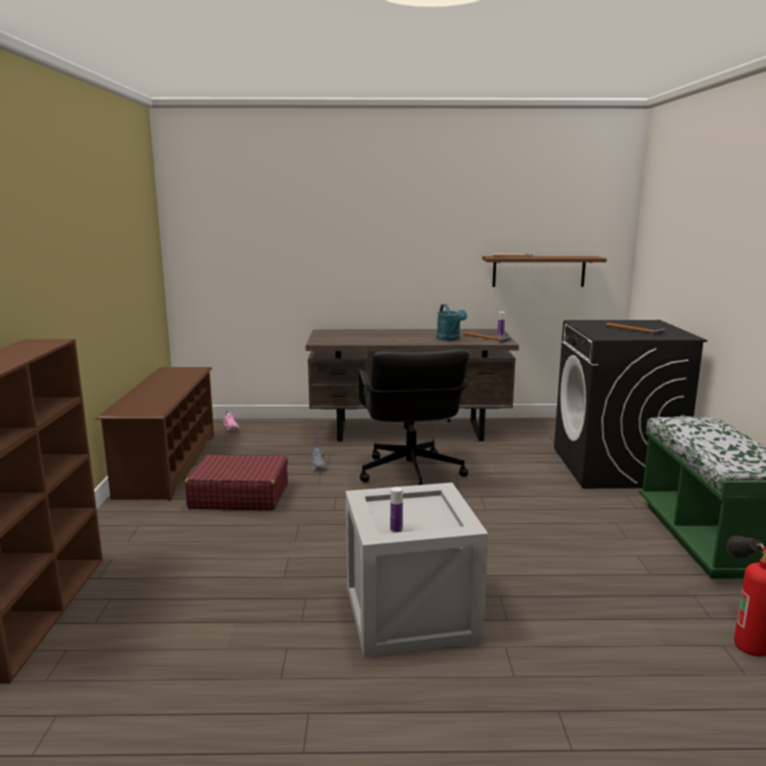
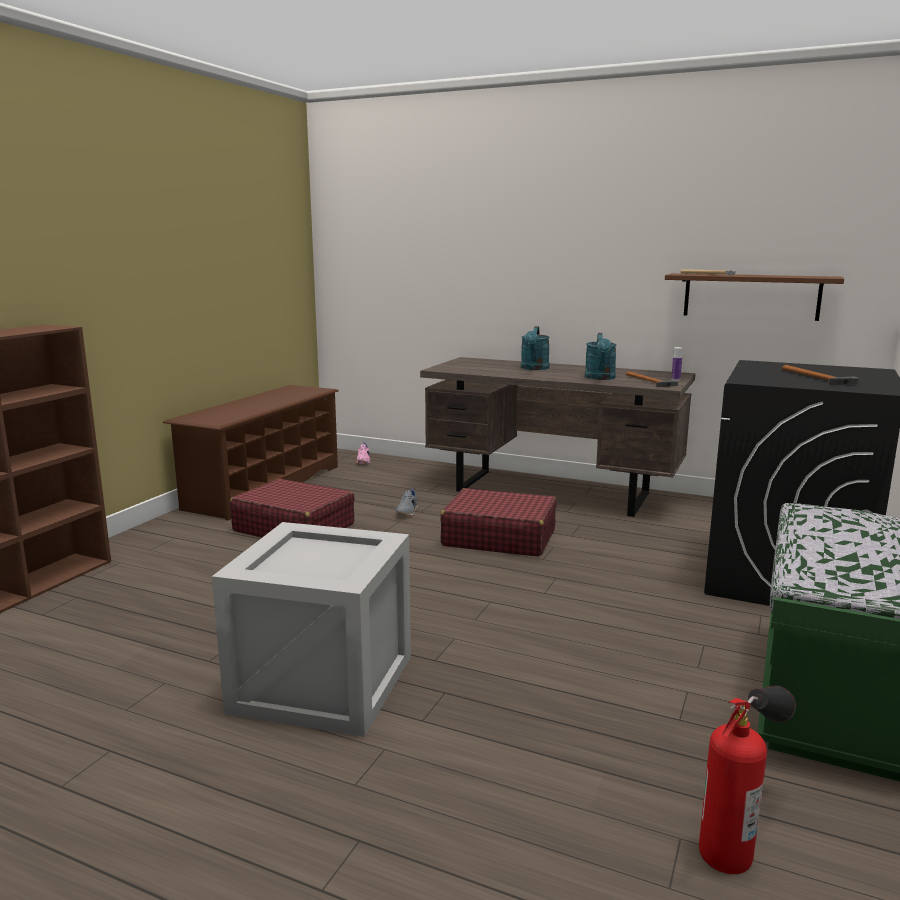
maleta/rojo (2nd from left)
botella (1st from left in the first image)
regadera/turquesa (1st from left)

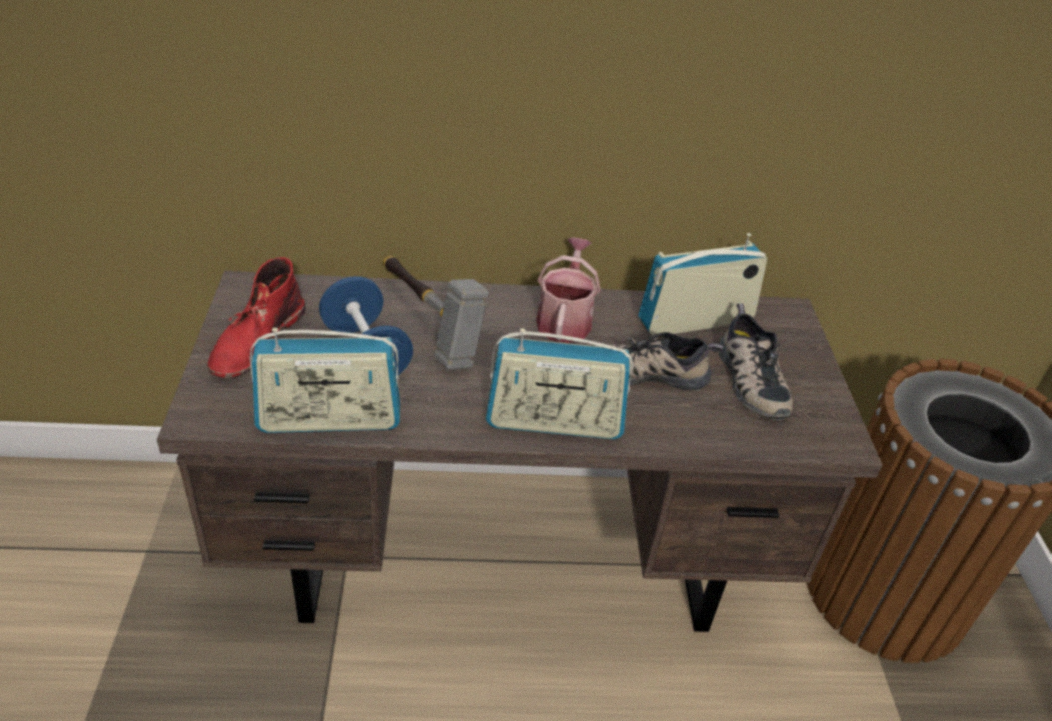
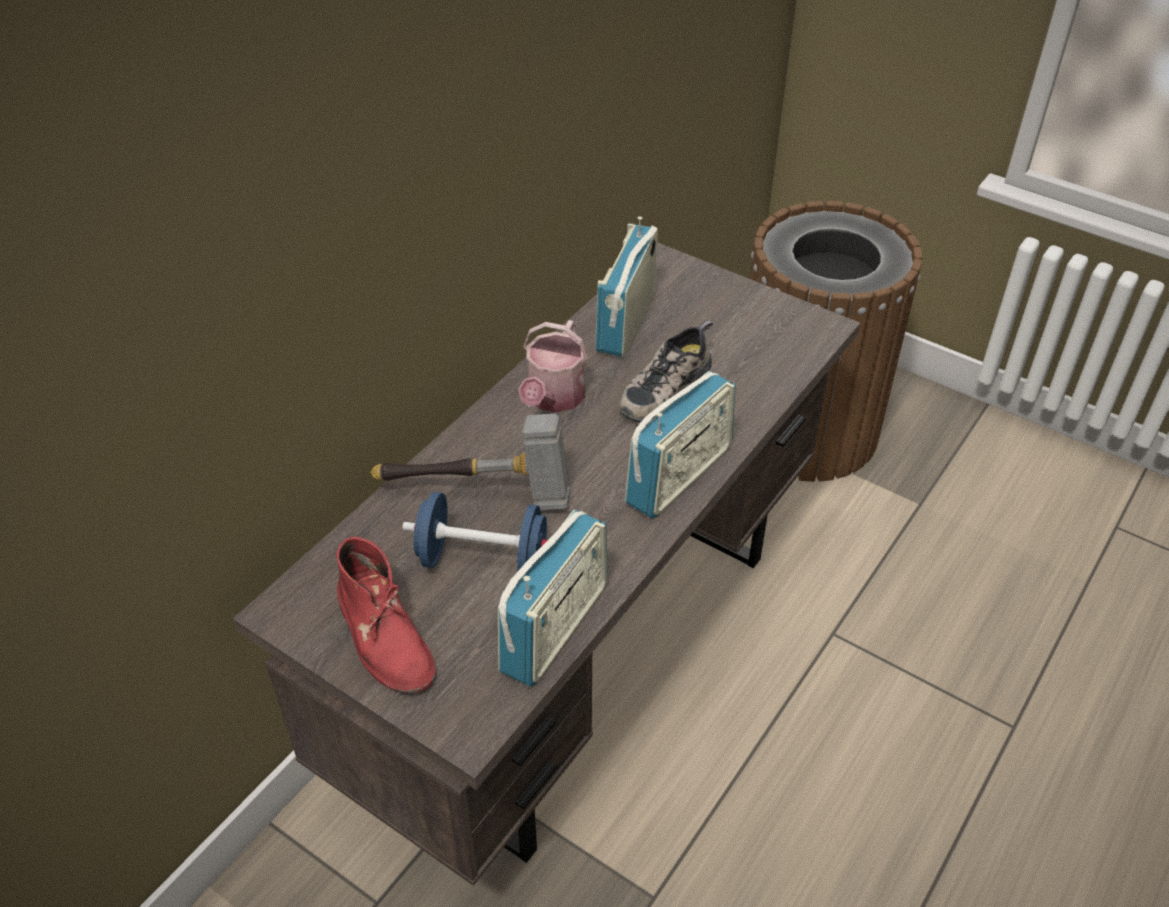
regadera
zapato (2nd from left in the first image)

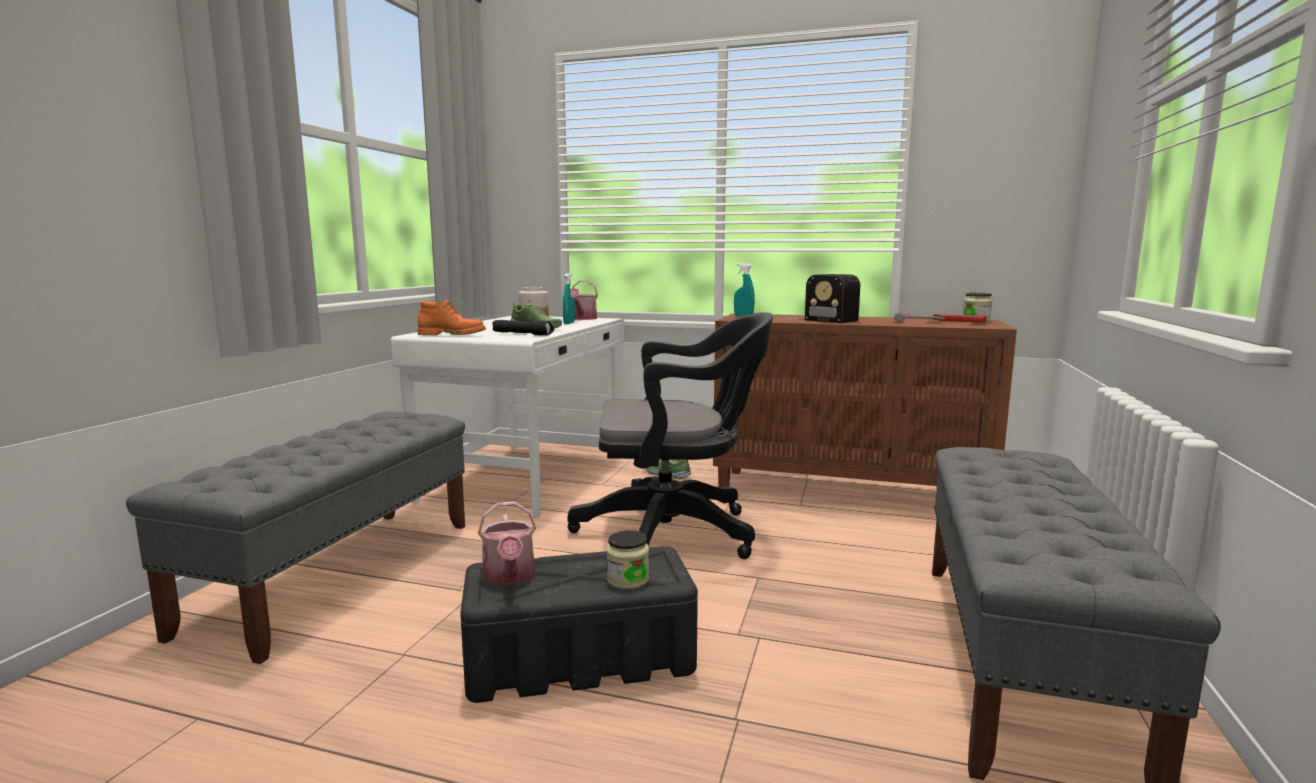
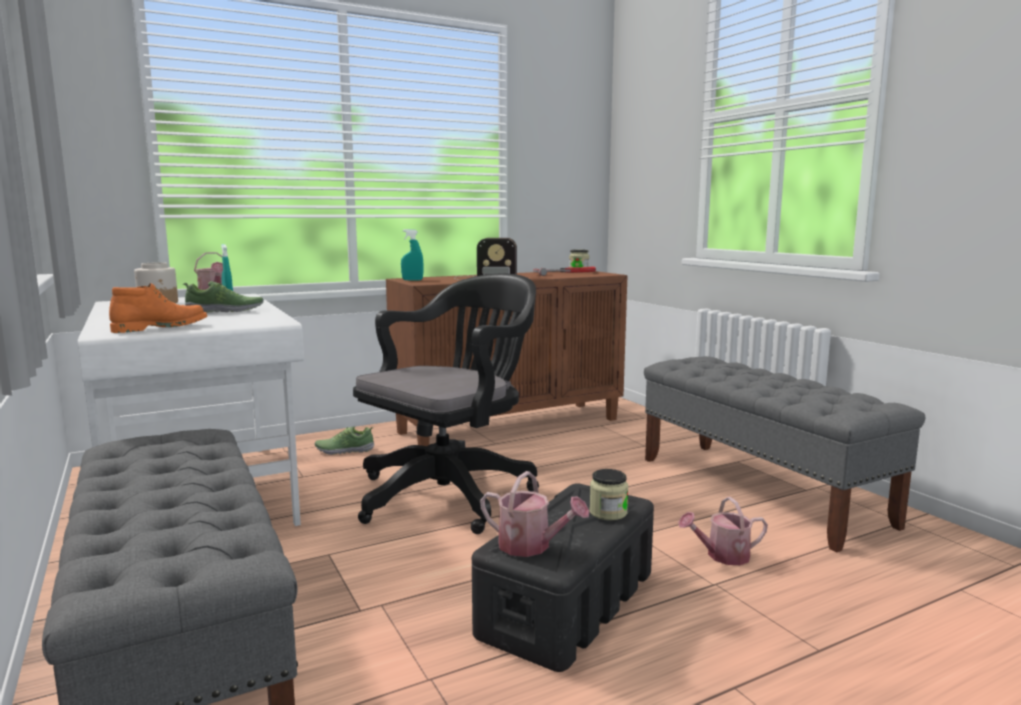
linterna/negro
regadera (3rd from left)

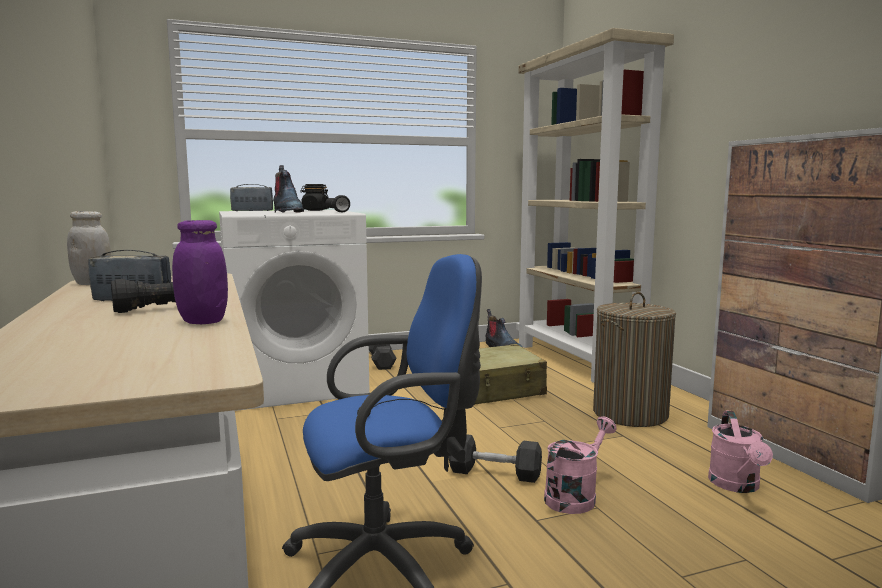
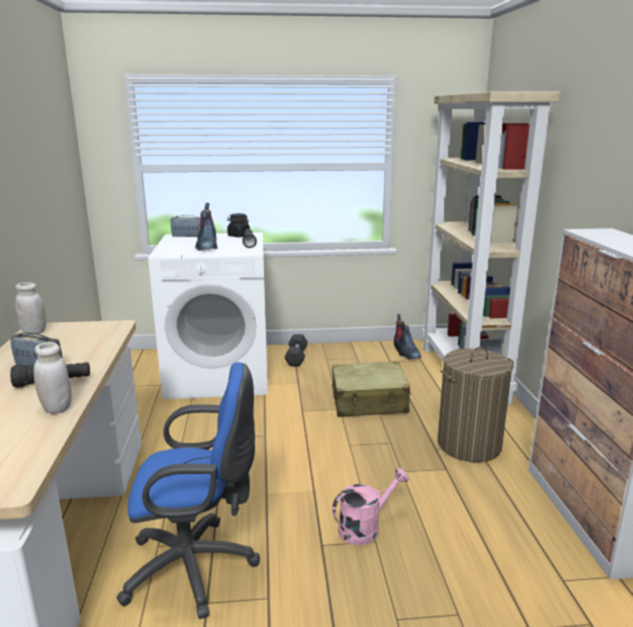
tarro/blanco (2nd from left)
regadera/rosa (2nd from left in the first image)
mancuerna/gris (2nd from left in the first image)

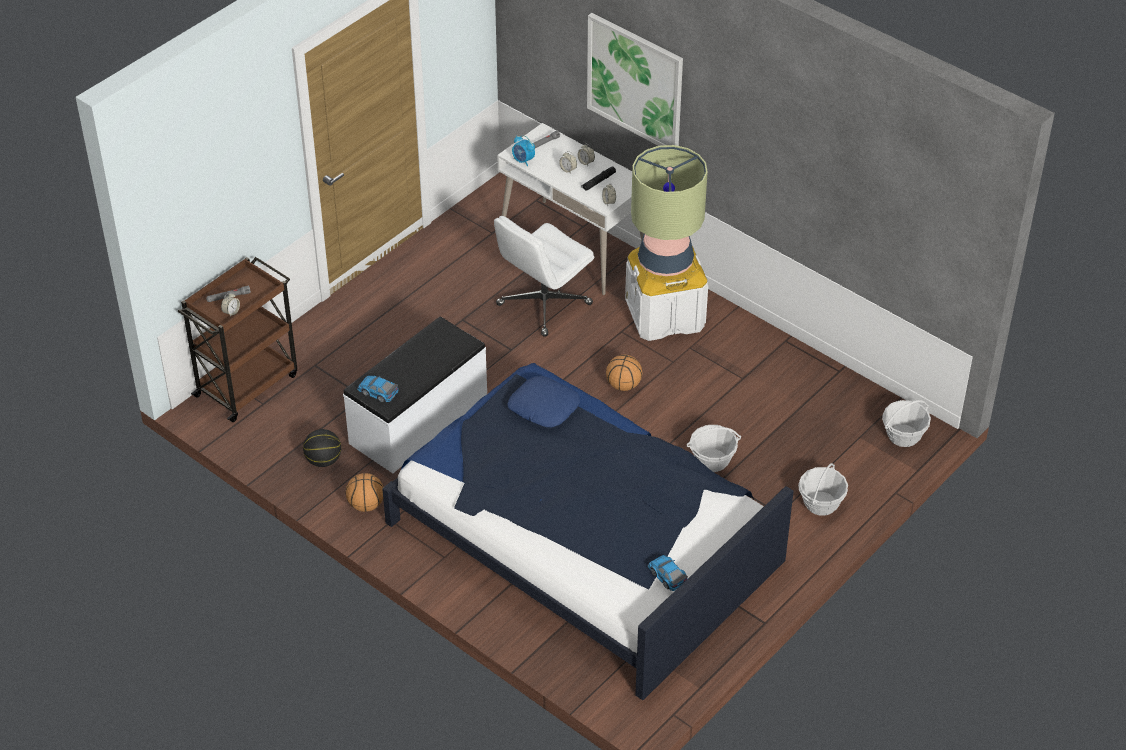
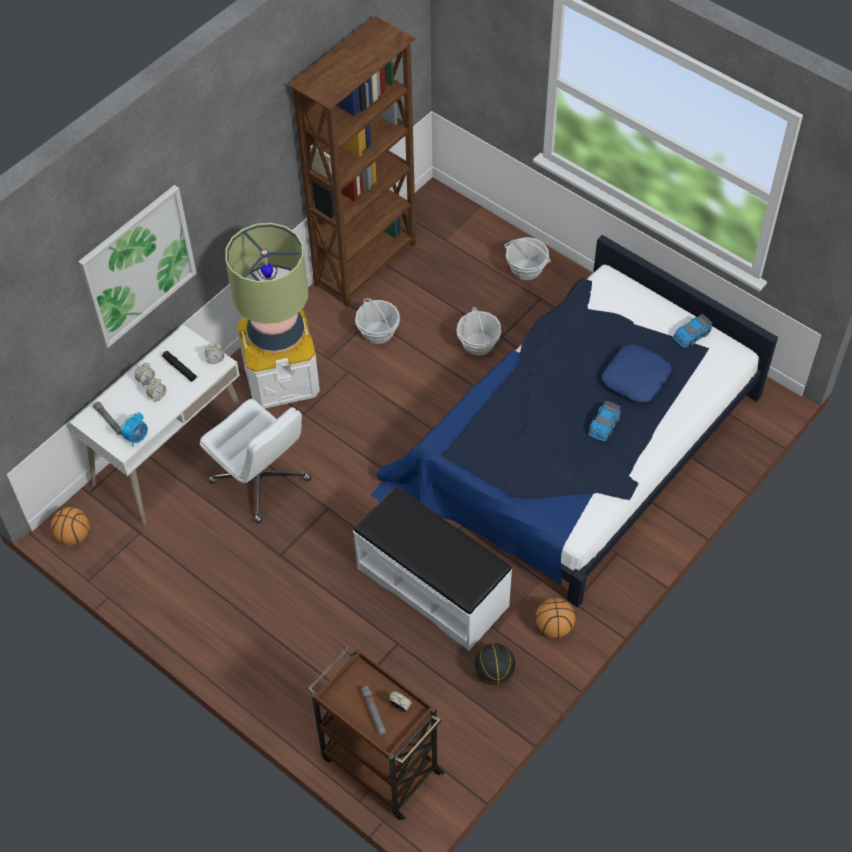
balón de baloncesto (1st from left)
coche de juguete (1st from left)
cojín/azul
cesta (1st from left)
estantería/marrón

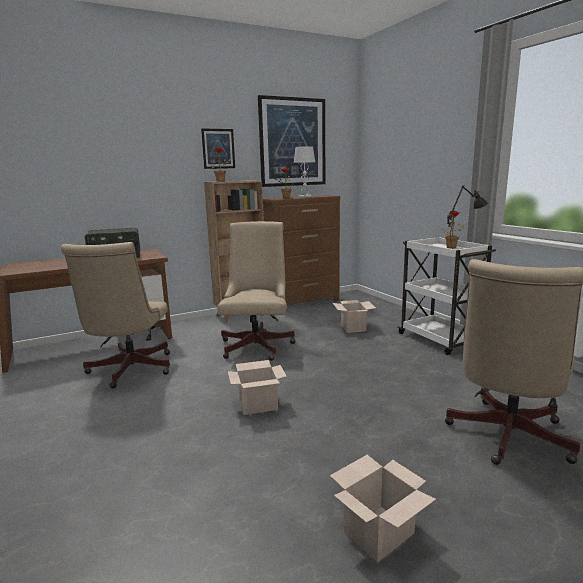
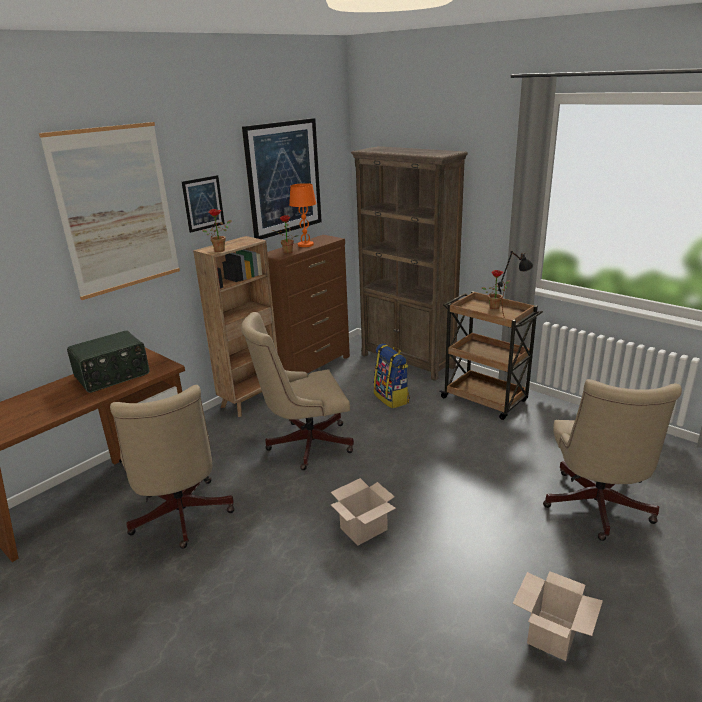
lámpara de mesa/naranja
silla de oficina/beis (2nd from left)
carrito/marrón
mochila
cuadro (1st from left)
estantería/marrón (2nd from left)

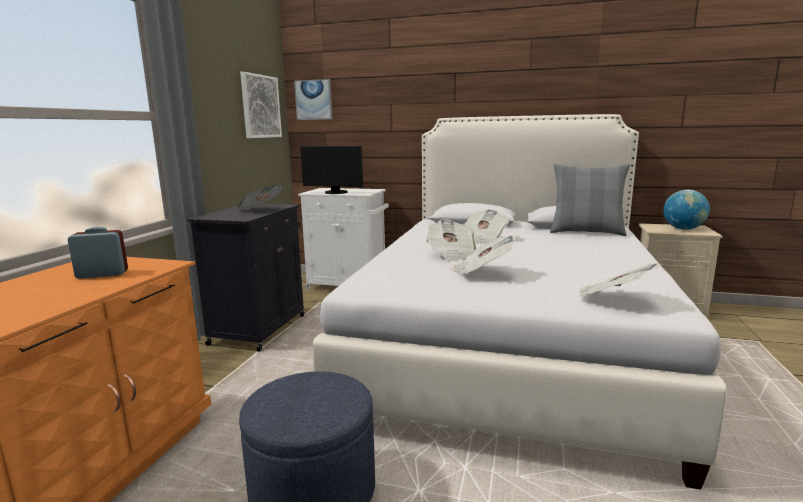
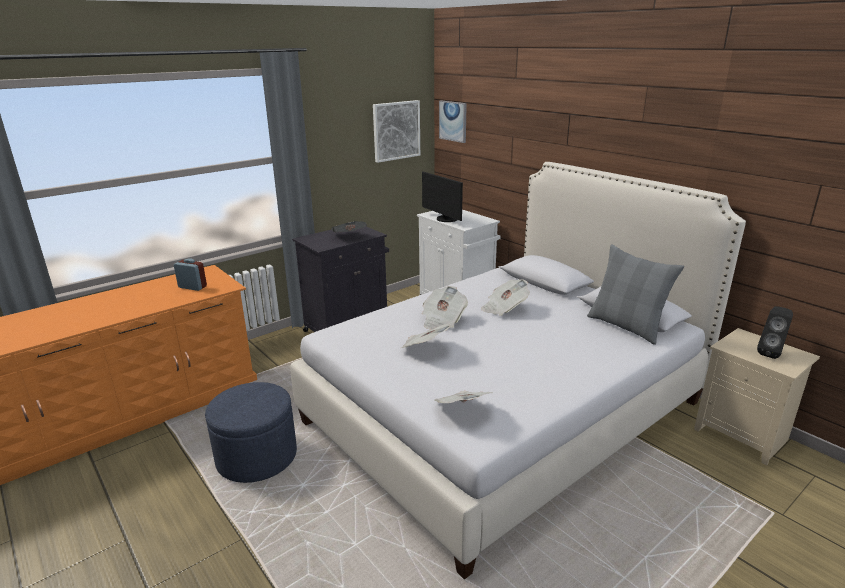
altavoz/negro

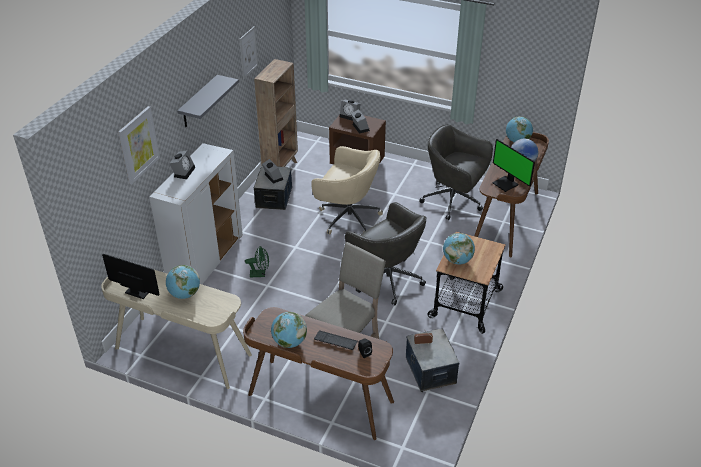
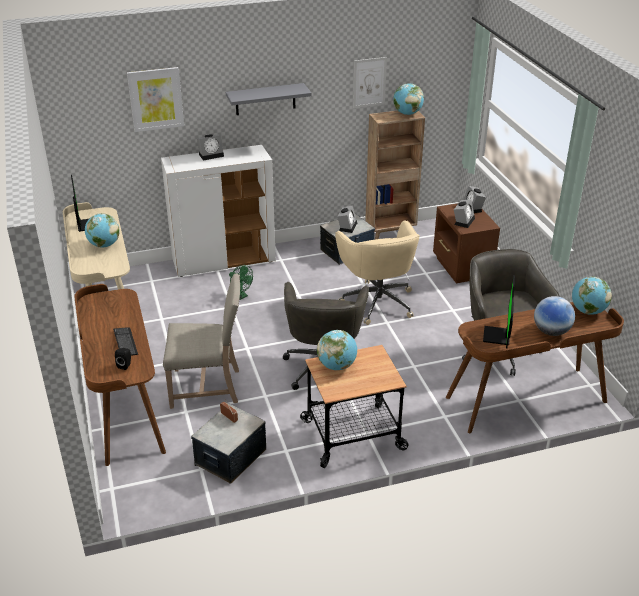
globo terráqueo (3rd from left)

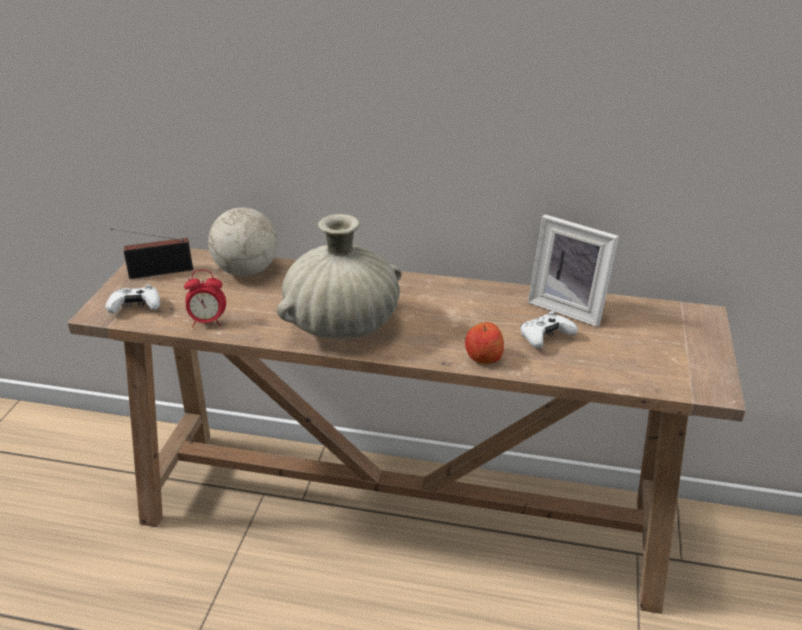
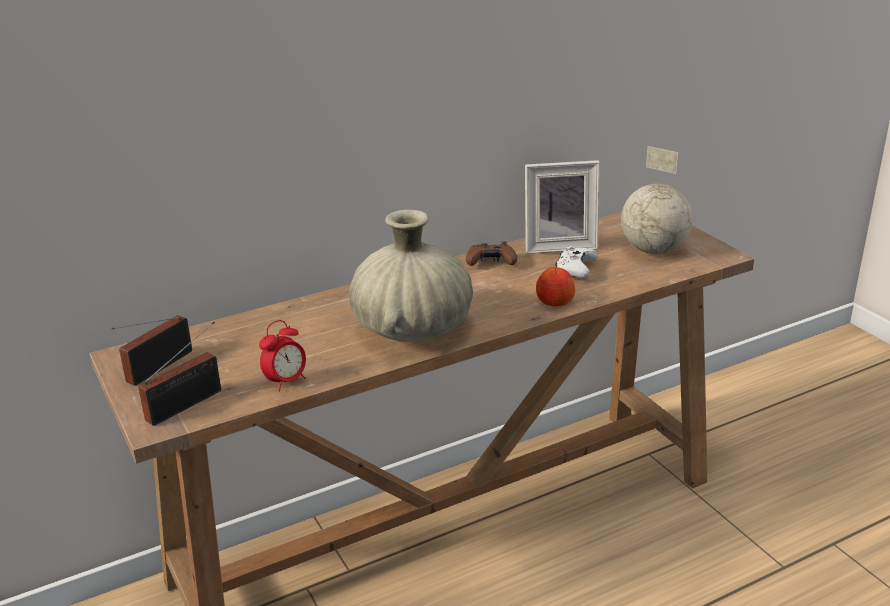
globo terráqueo
radio (2nd from left)
mando de consola/marrón

